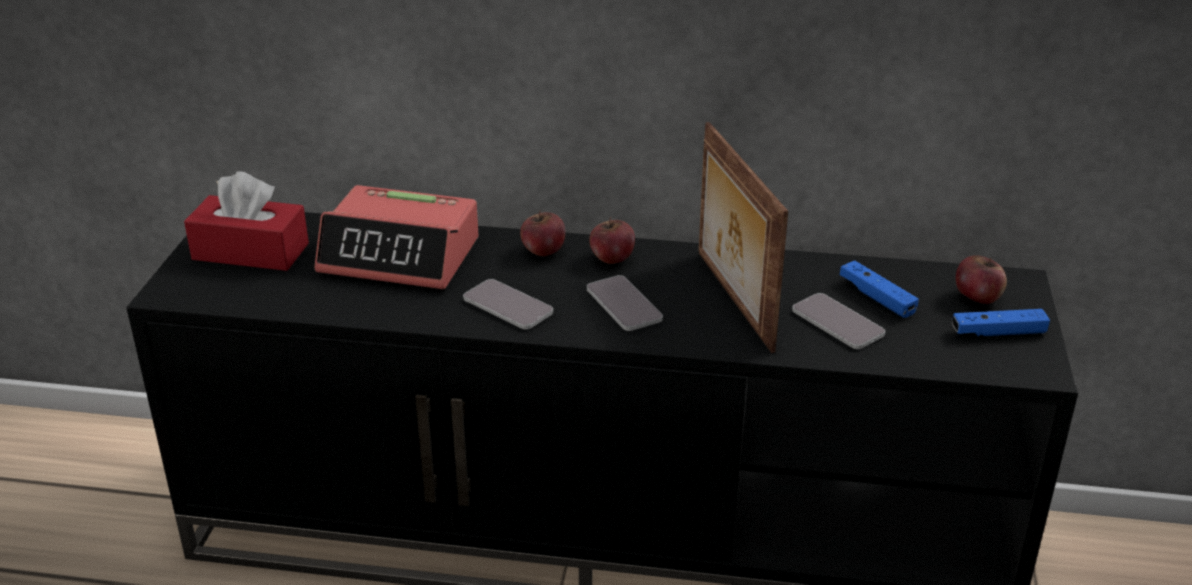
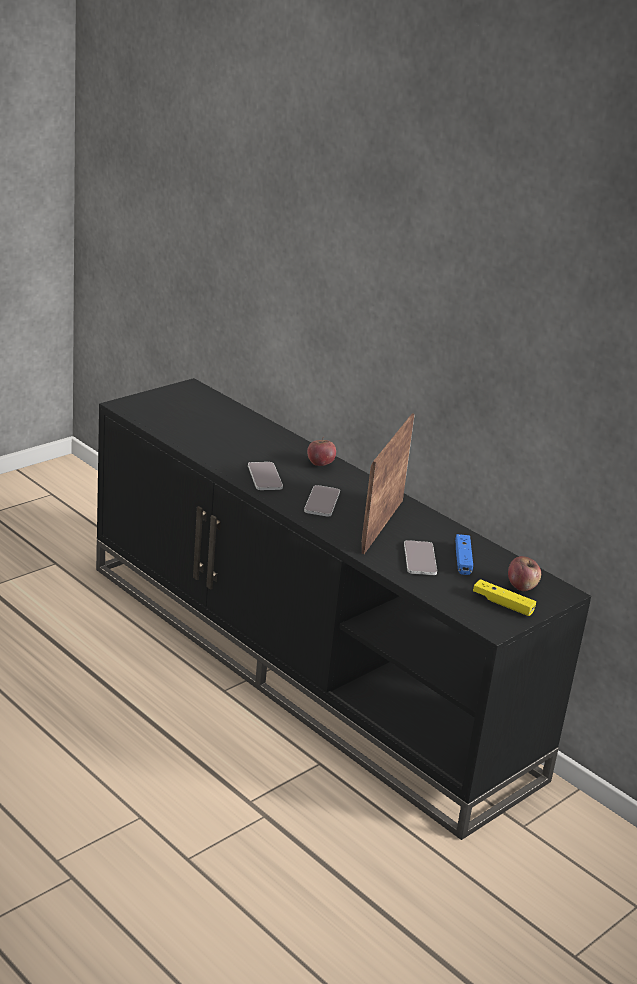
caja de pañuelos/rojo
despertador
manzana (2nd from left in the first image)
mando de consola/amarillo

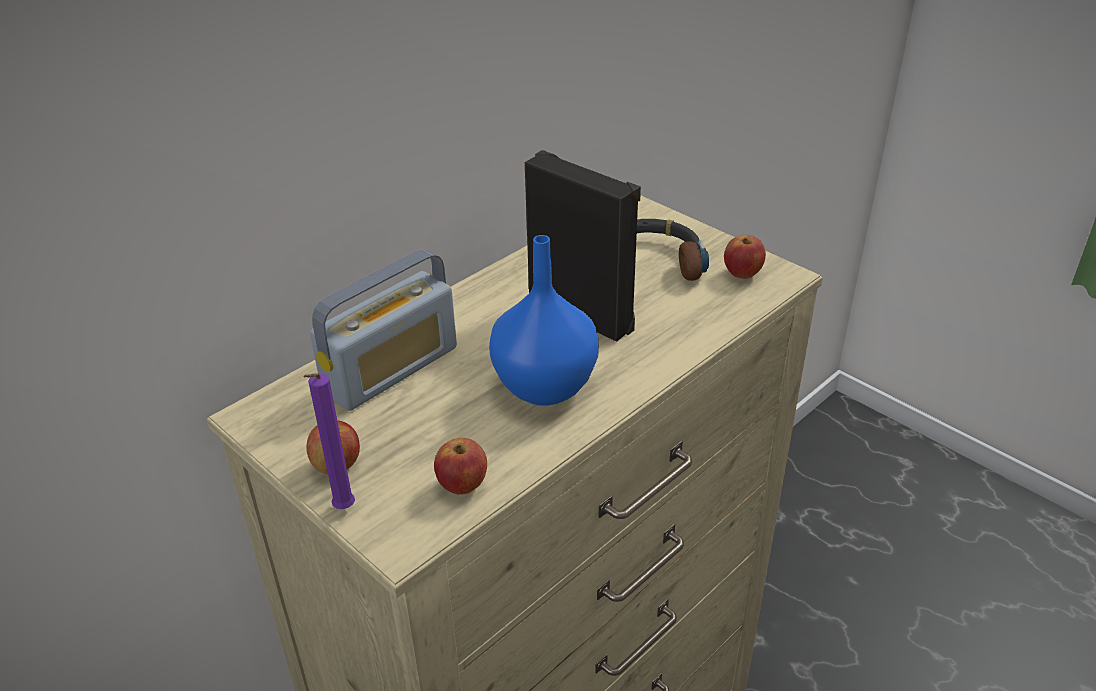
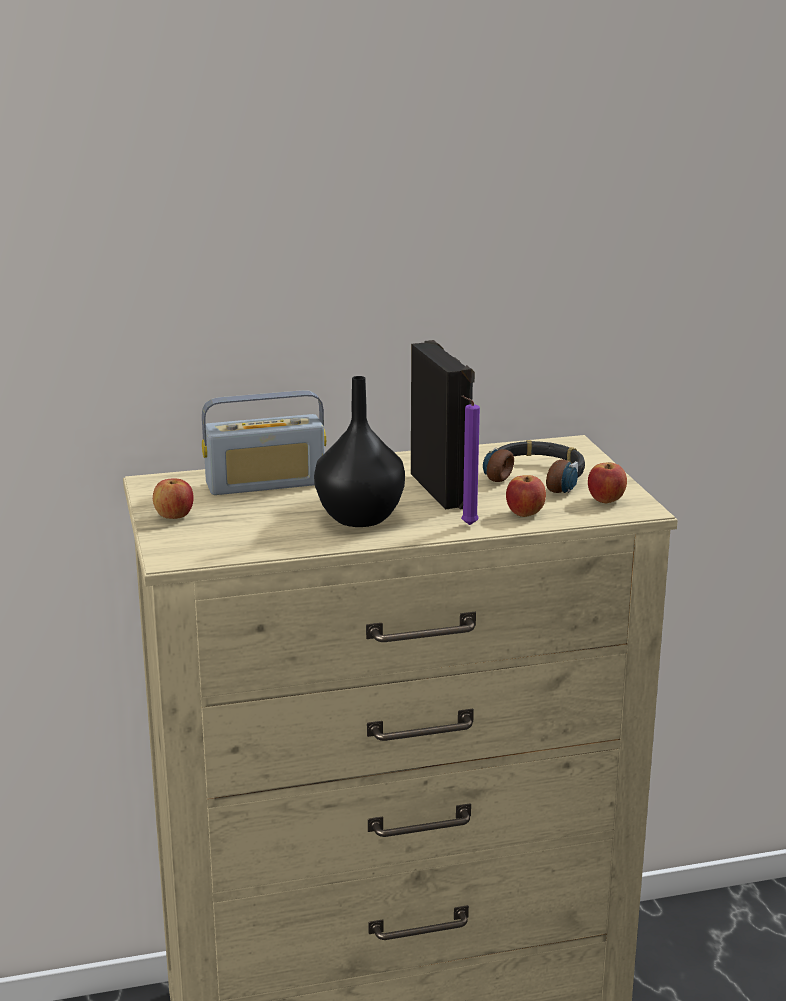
florero/negro
vela/morado
manzana (2nd from left)

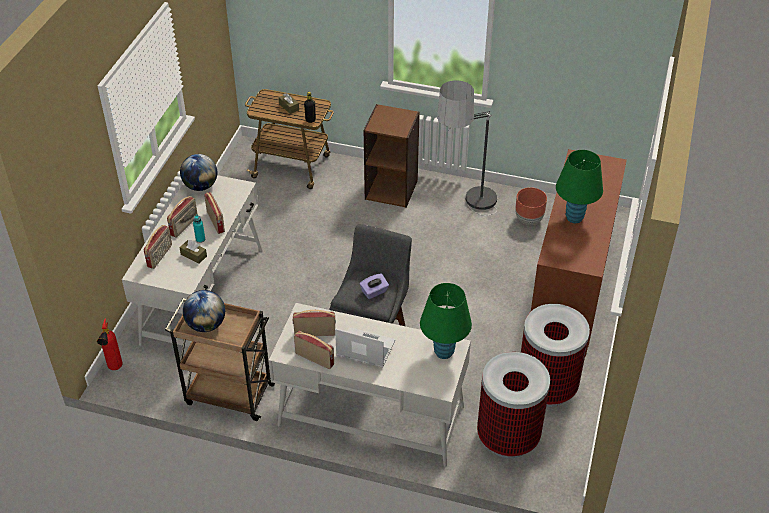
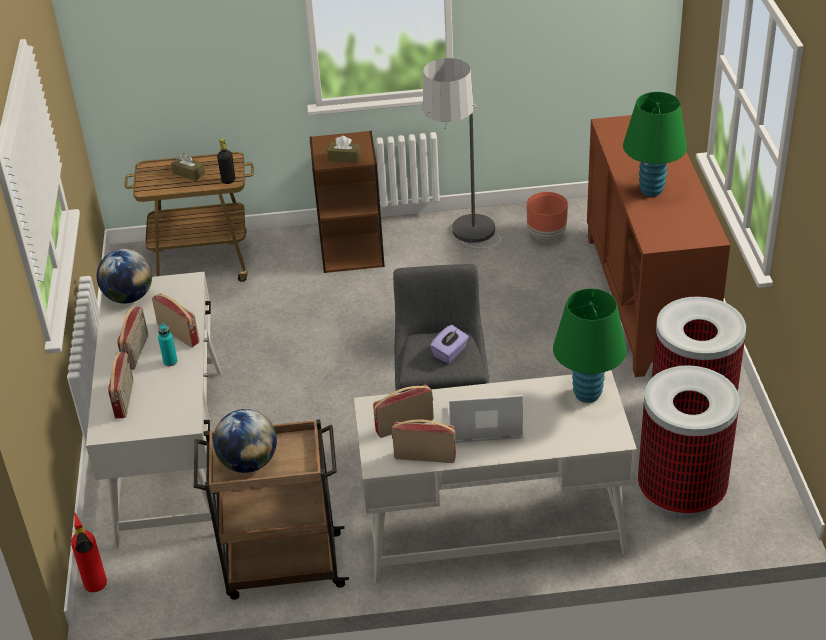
caja de pañuelos/marrón (2nd from left)

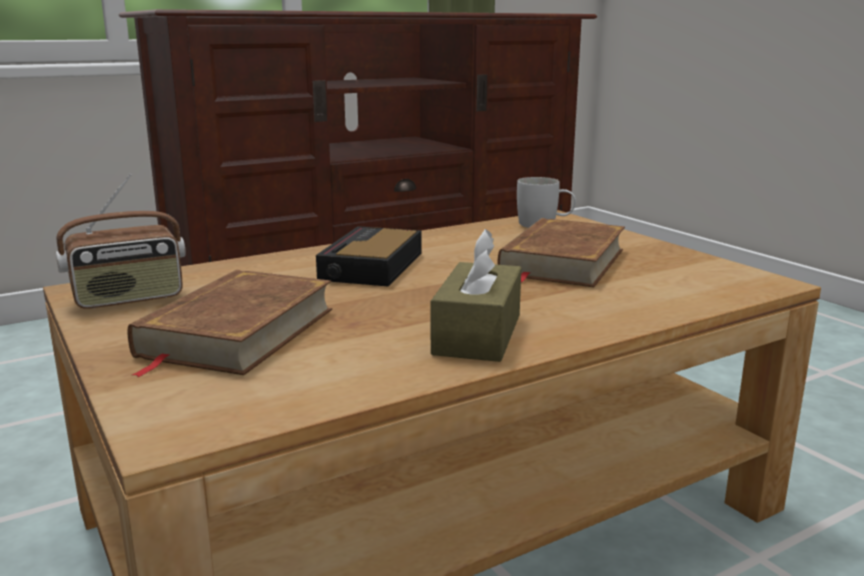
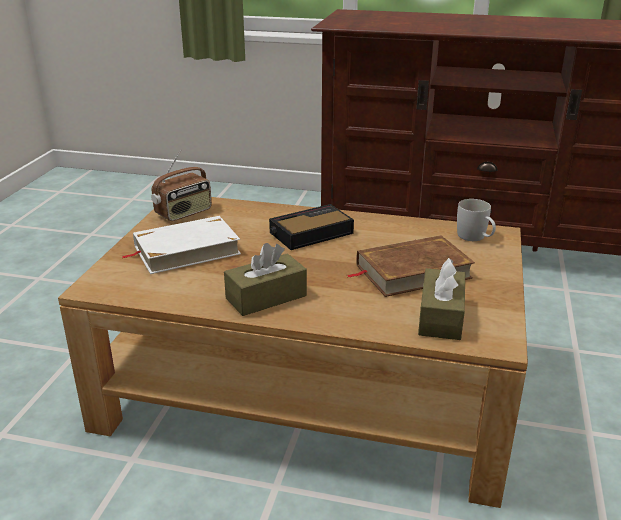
radio
libro/blanco
caja de pañuelos/marrón (2nd from left)

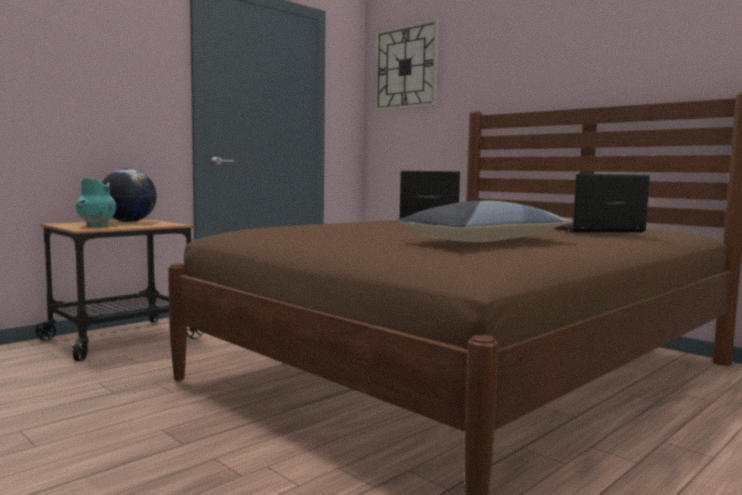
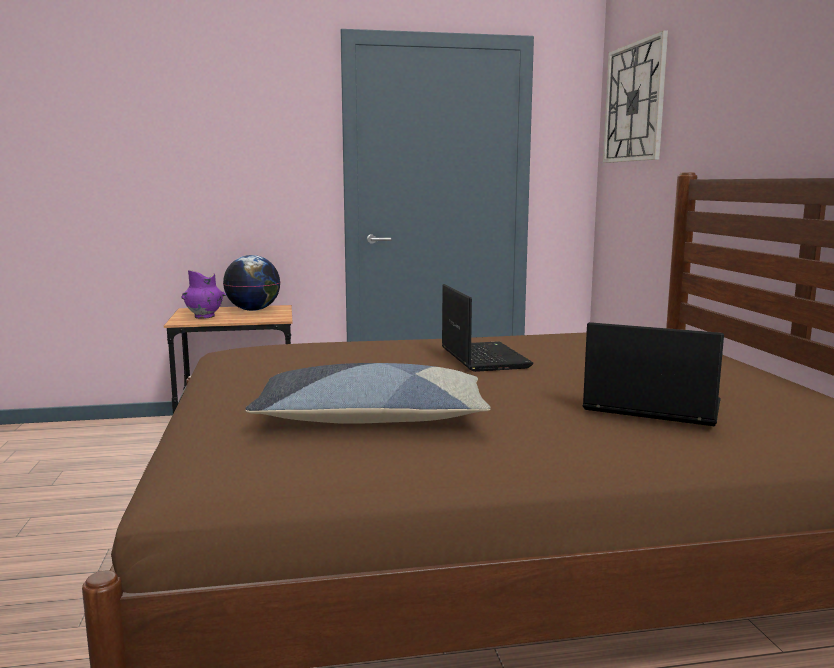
florero/morado

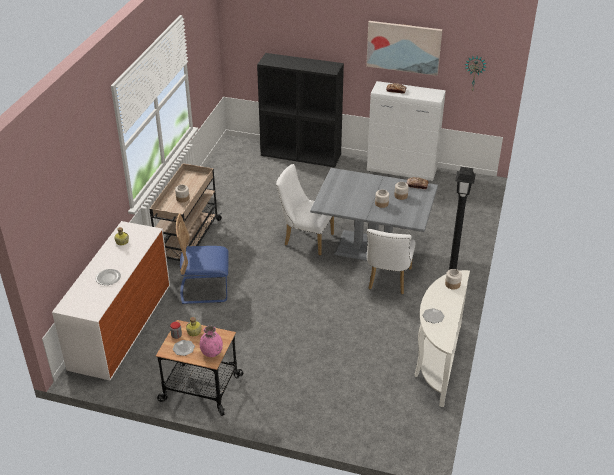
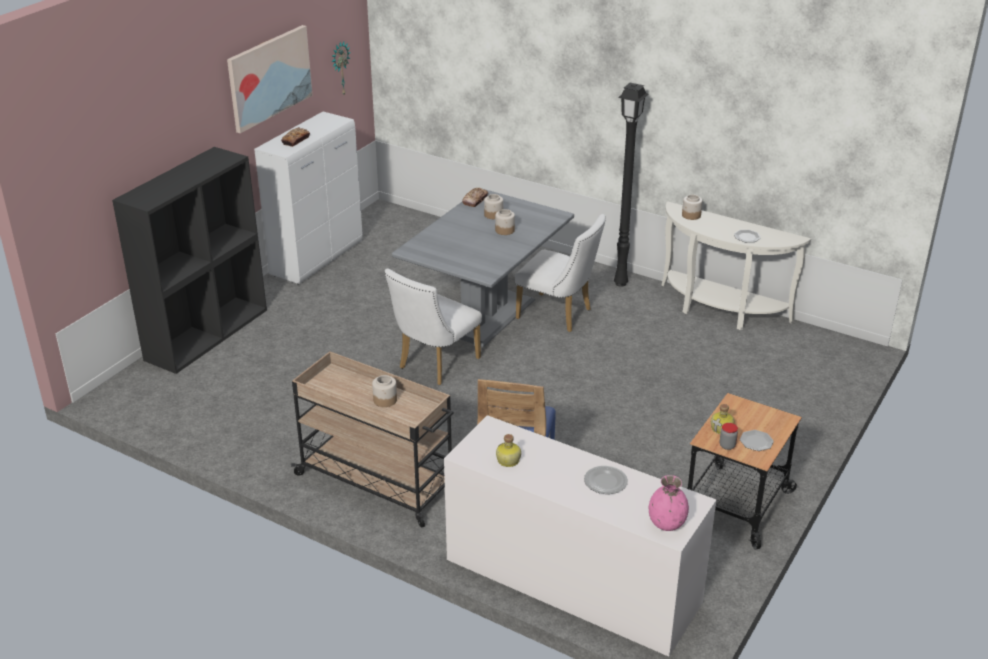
florero/rosa

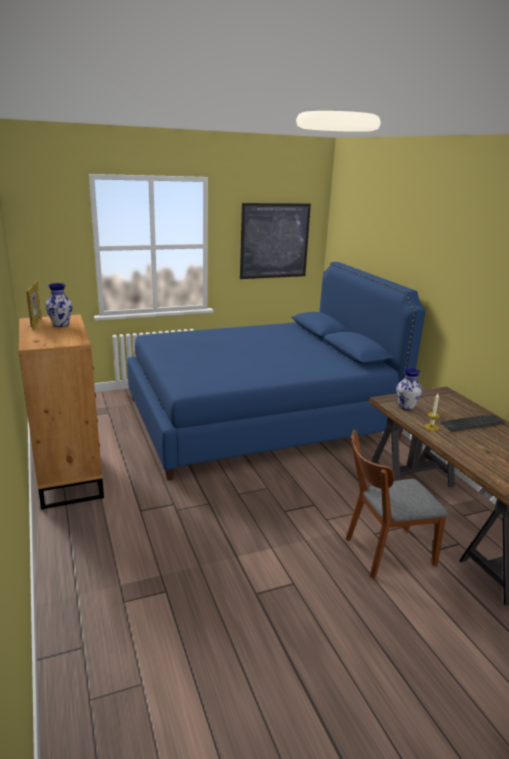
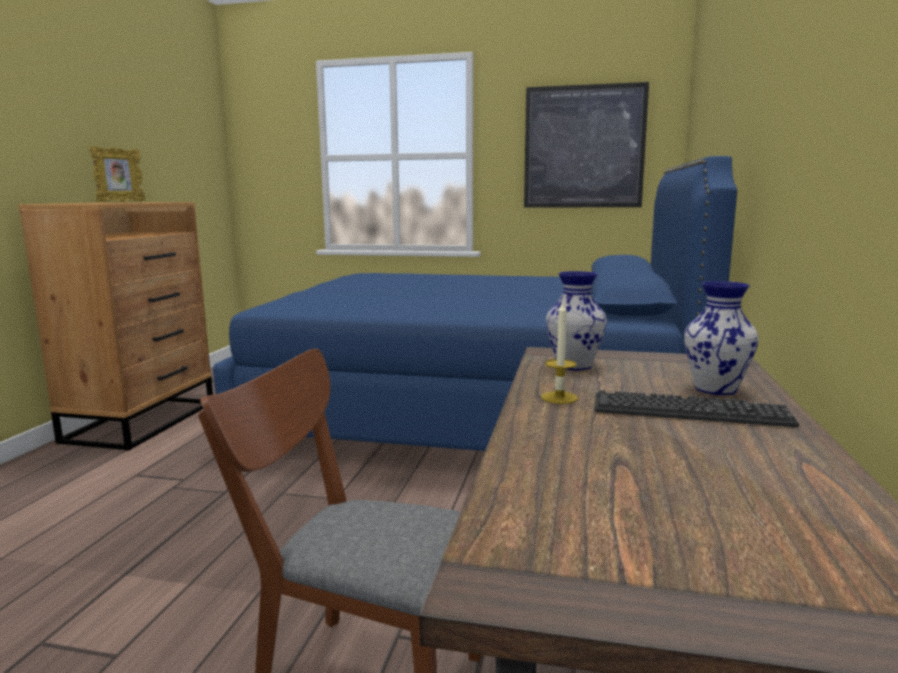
florero (2nd from left)

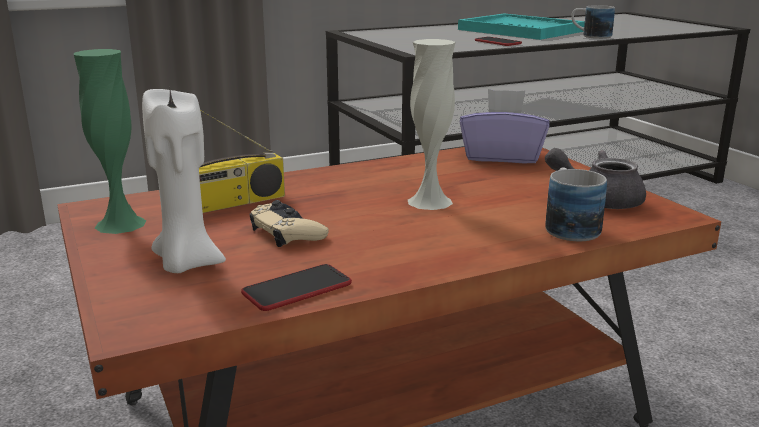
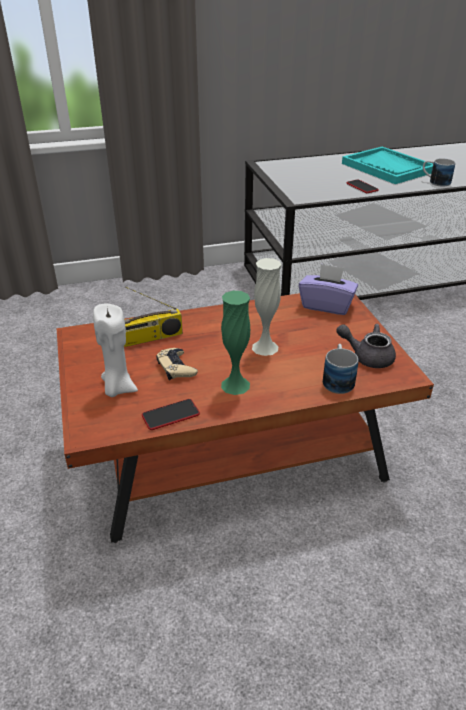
florero/verde

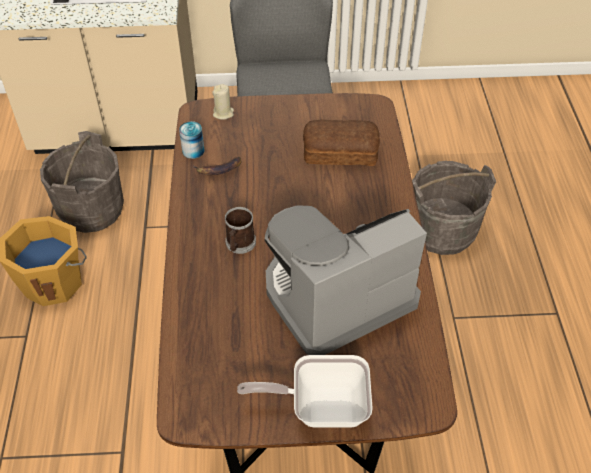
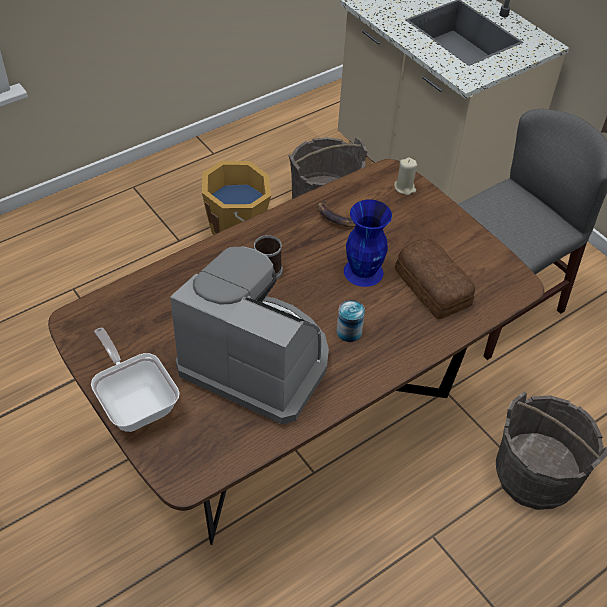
lata
florero/azul

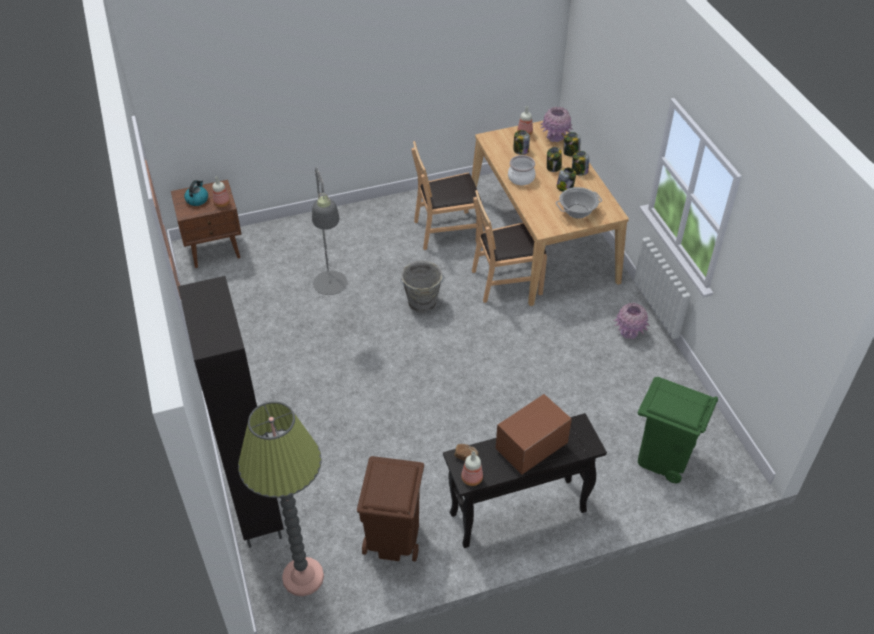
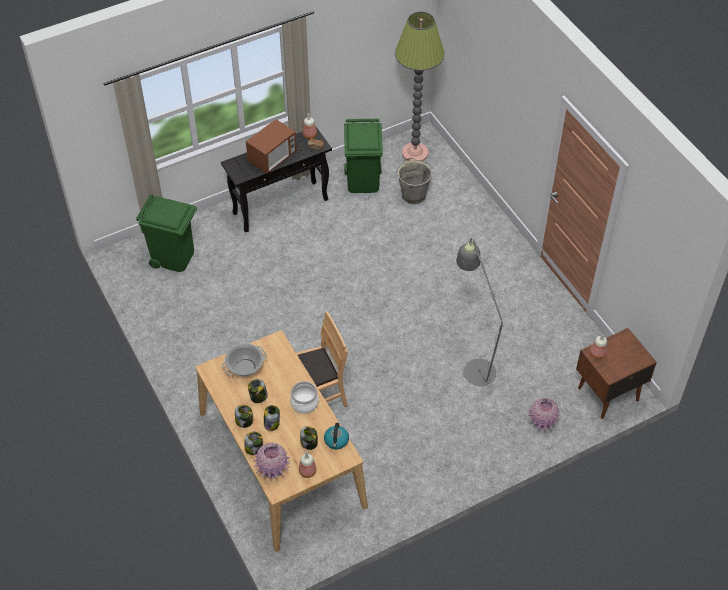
silla/marrón (1st from left in the first image)
hervidor
cubo/gris
armario/negro
florero/rosa (2nd from left)
papelera/verde (2nd from left)

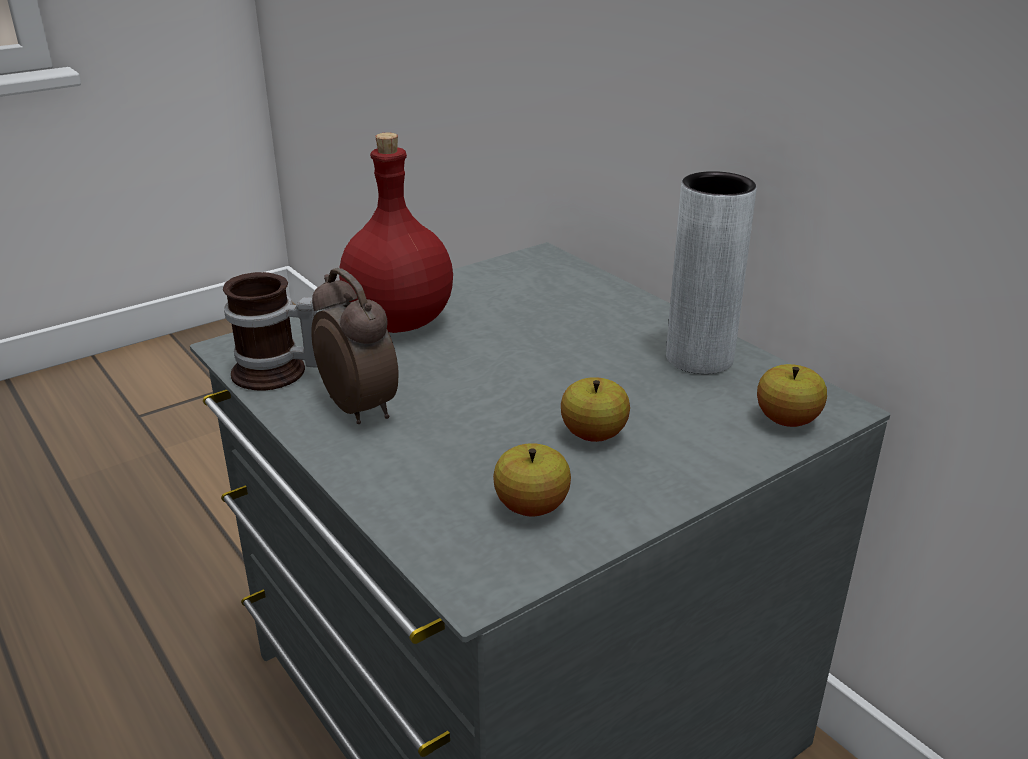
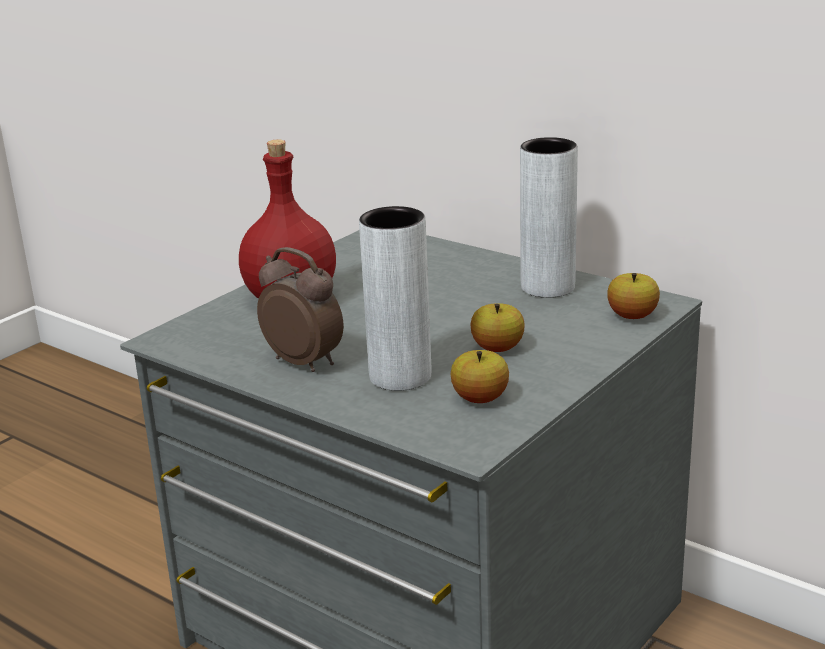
taza grande
florero/gris (1st from left)

